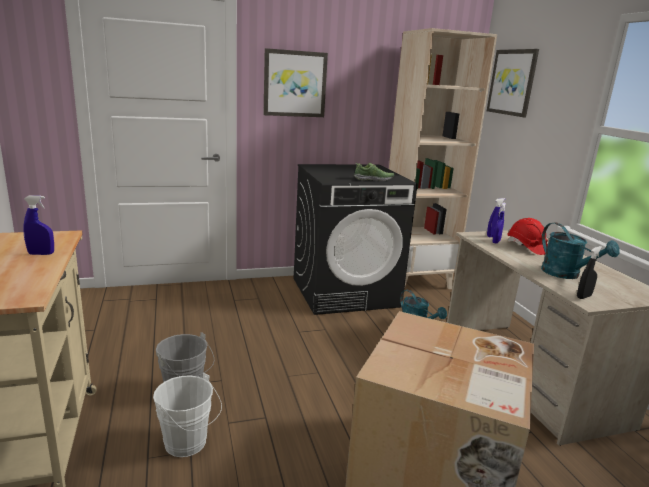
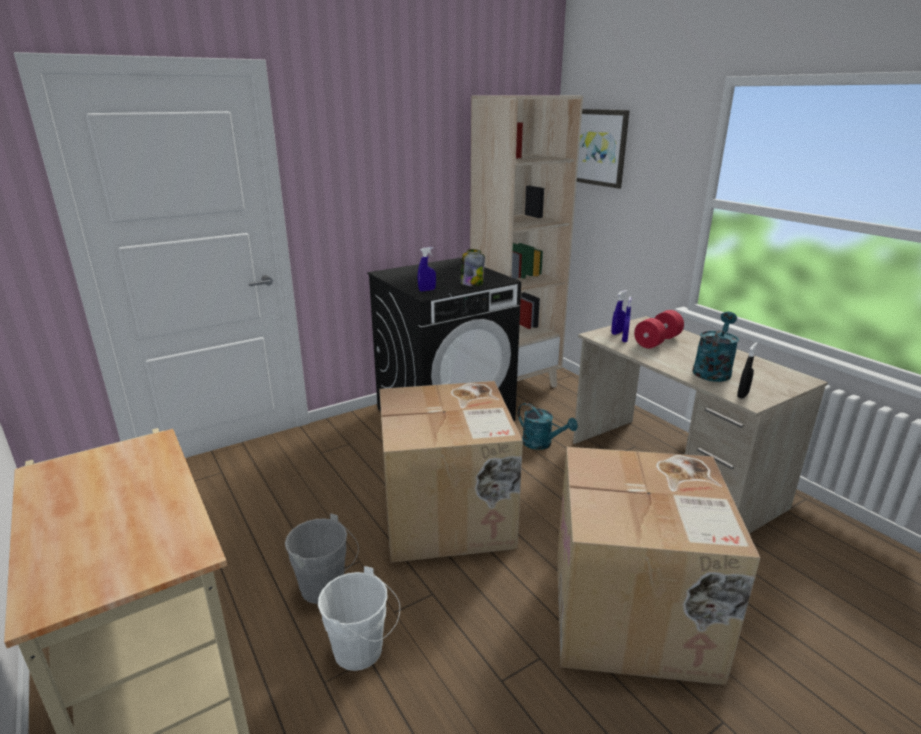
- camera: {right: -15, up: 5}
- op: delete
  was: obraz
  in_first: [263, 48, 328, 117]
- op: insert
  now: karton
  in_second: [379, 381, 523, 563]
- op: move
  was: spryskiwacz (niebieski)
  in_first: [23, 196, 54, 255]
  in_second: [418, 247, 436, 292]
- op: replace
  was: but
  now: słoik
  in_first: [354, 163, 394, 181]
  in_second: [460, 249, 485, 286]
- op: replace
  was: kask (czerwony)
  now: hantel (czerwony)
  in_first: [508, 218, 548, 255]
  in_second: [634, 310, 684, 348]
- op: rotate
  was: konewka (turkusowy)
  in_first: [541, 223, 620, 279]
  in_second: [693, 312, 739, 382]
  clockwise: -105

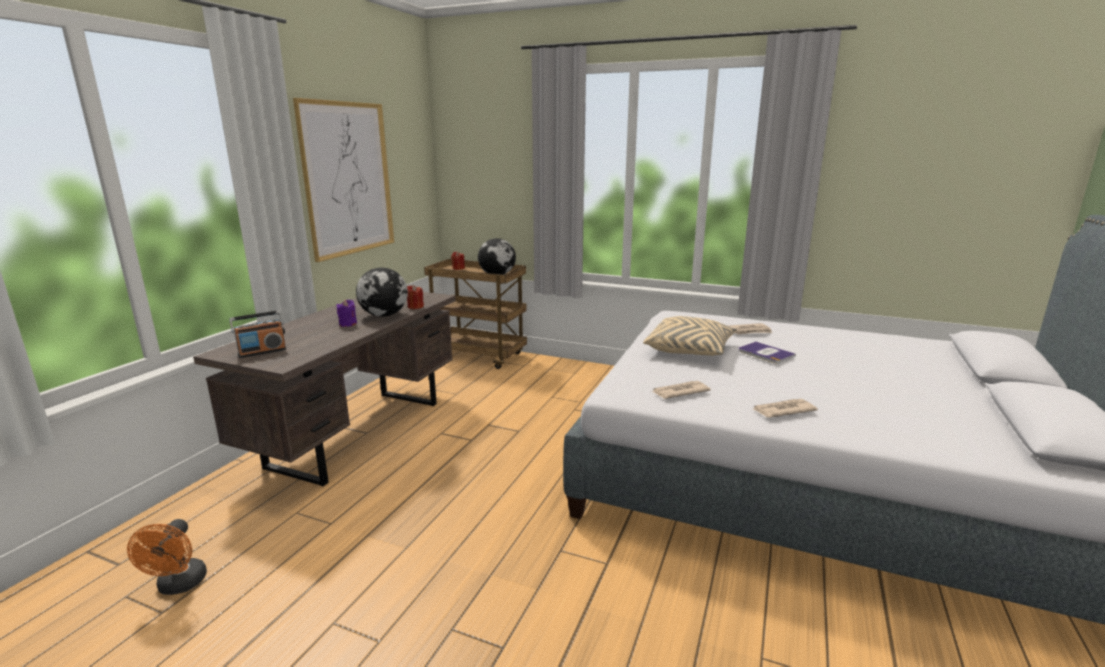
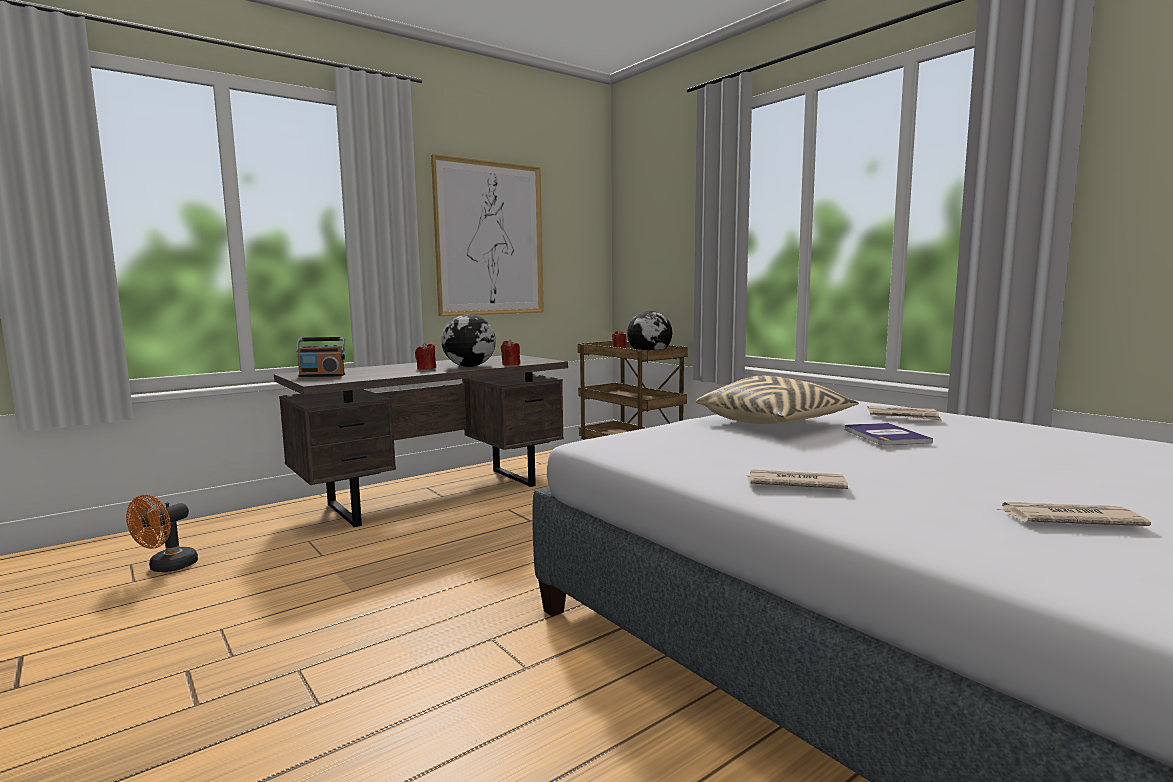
- camera: {right: 30, up: -10}
- op: move
  was: gazeta
  in_first: [652, 381, 711, 399]
  in_second: [997, 502, 1151, 526]
- op: recolor
  was: świeca (fioletowy)
  now: świeca (czerwony)
  in_first: [337, 300, 357, 327]
  in_second: [415, 342, 436, 370]

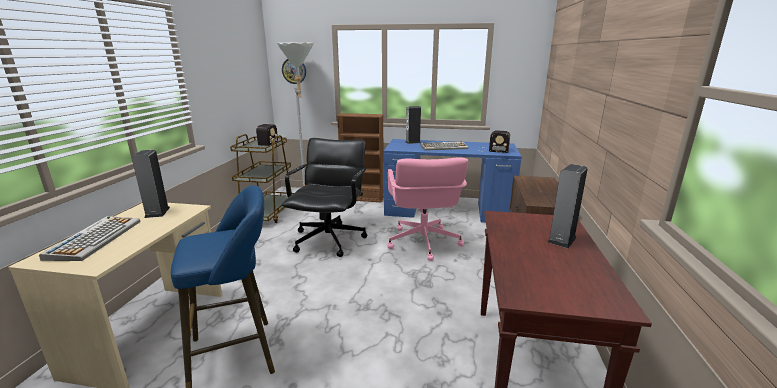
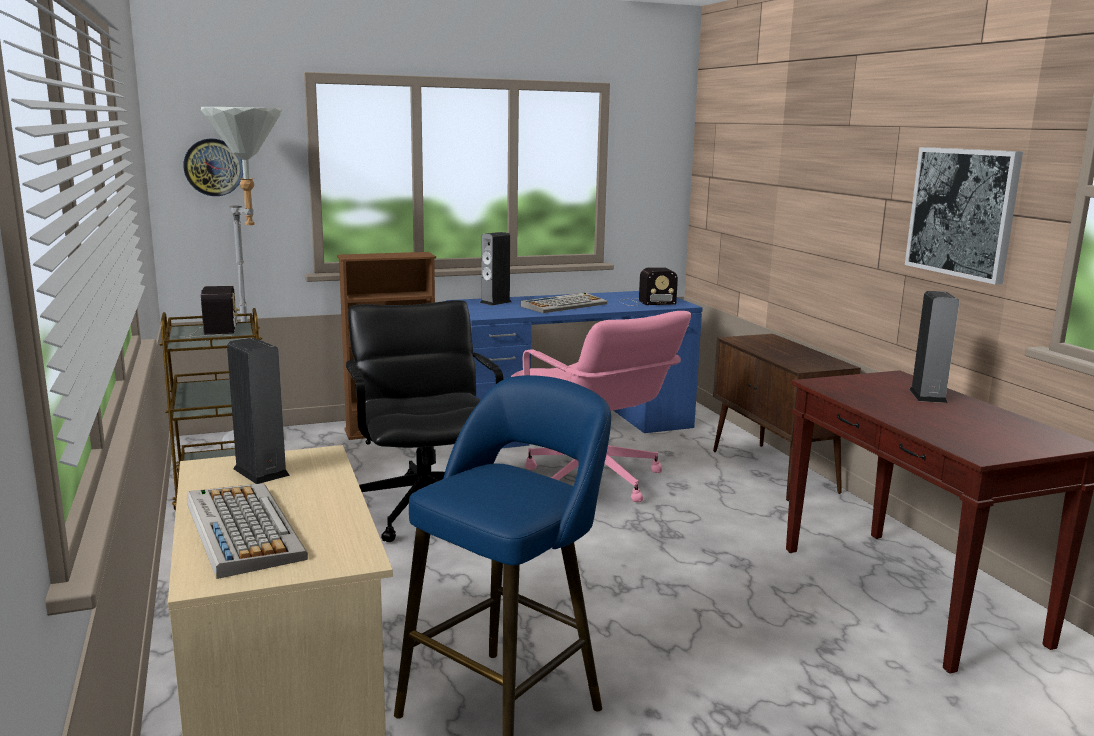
- camera: {right: -30, up: -5}
- op: insert
  now: obraz
  in_second: [905, 147, 1023, 285]

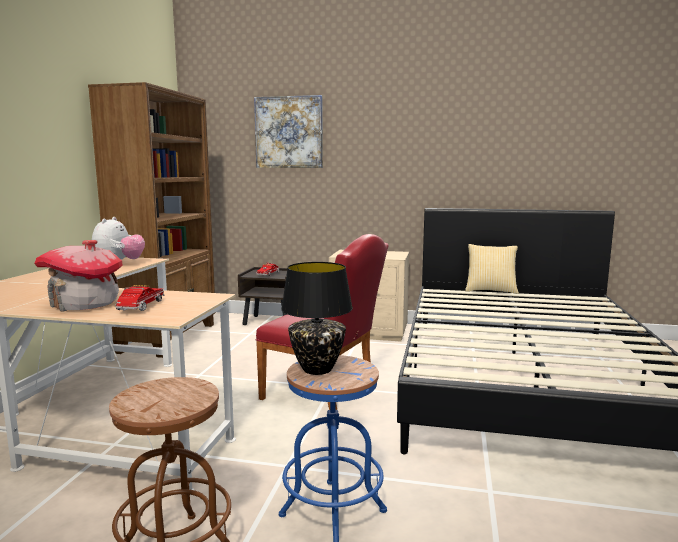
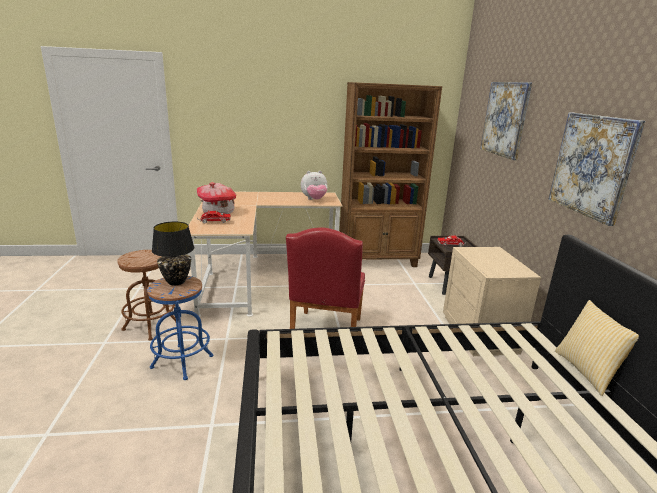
- camera: {right: 70, up: 10}
- op: insert
  now: obraz
  in_second: [549, 112, 645, 226]

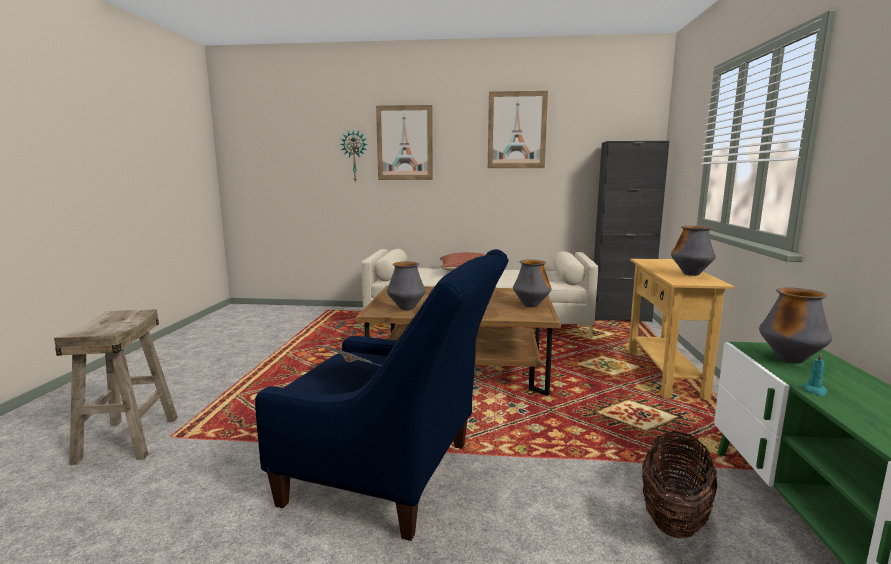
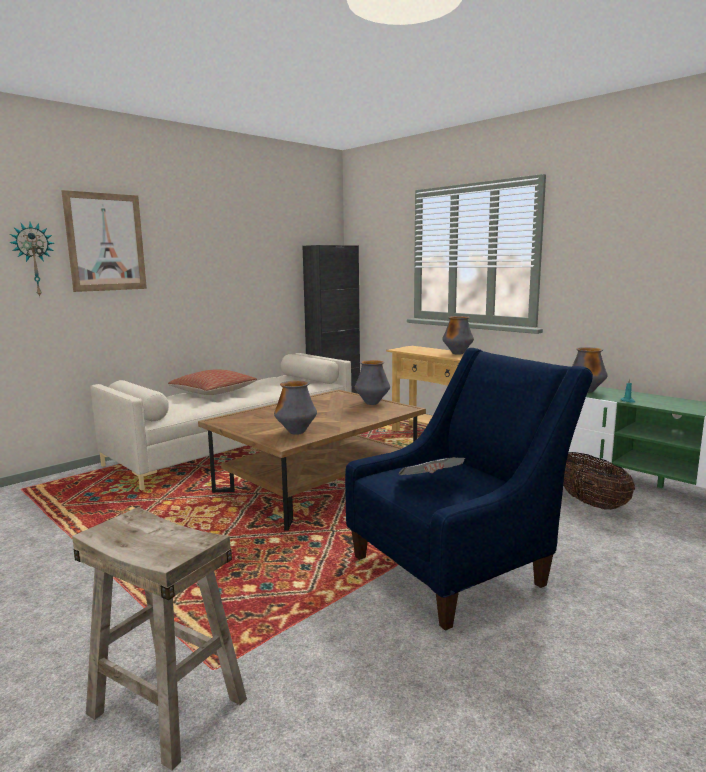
- camera: {right: -50, up: 0}
- op: delete
  was: obraz
  in_first: [488, 91, 548, 168]

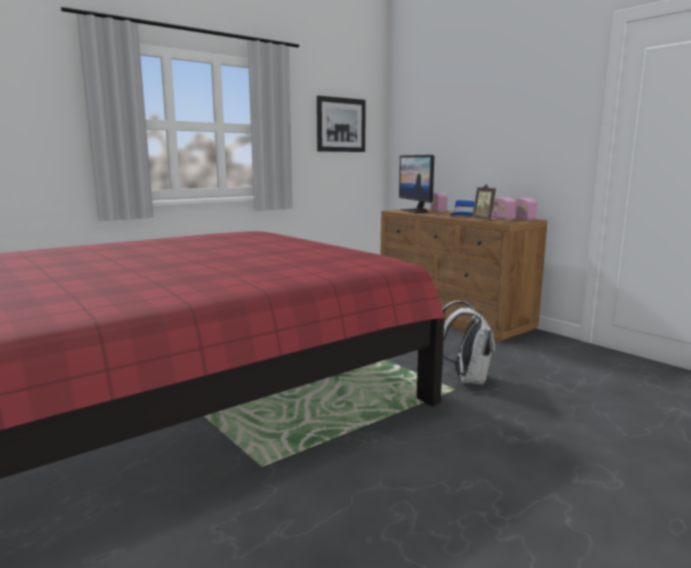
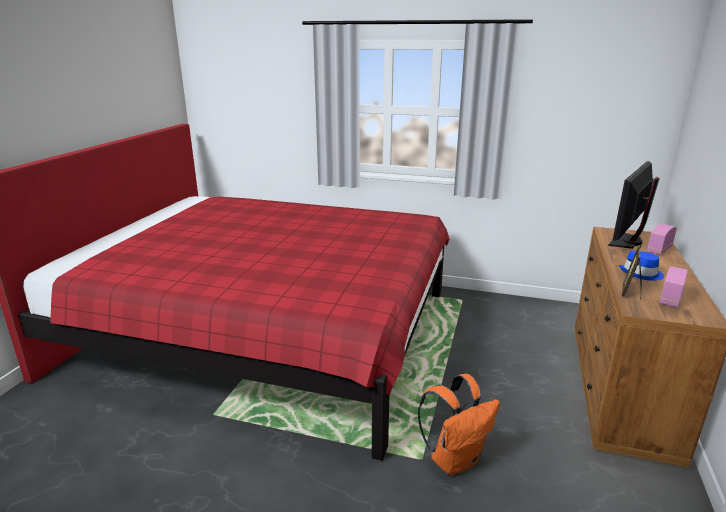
- camera: {right: 55, up: 10}
- op: delete
  was: obraz
  in_first: [317, 96, 366, 152]
- op: delete
  was: radio
  in_first: [514, 198, 537, 221]
- op: recolor
  was: plecak (biały)
  now: plecak (pomarańczowy)
  in_first: [442, 301, 495, 385]
  in_second: [418, 374, 500, 475]

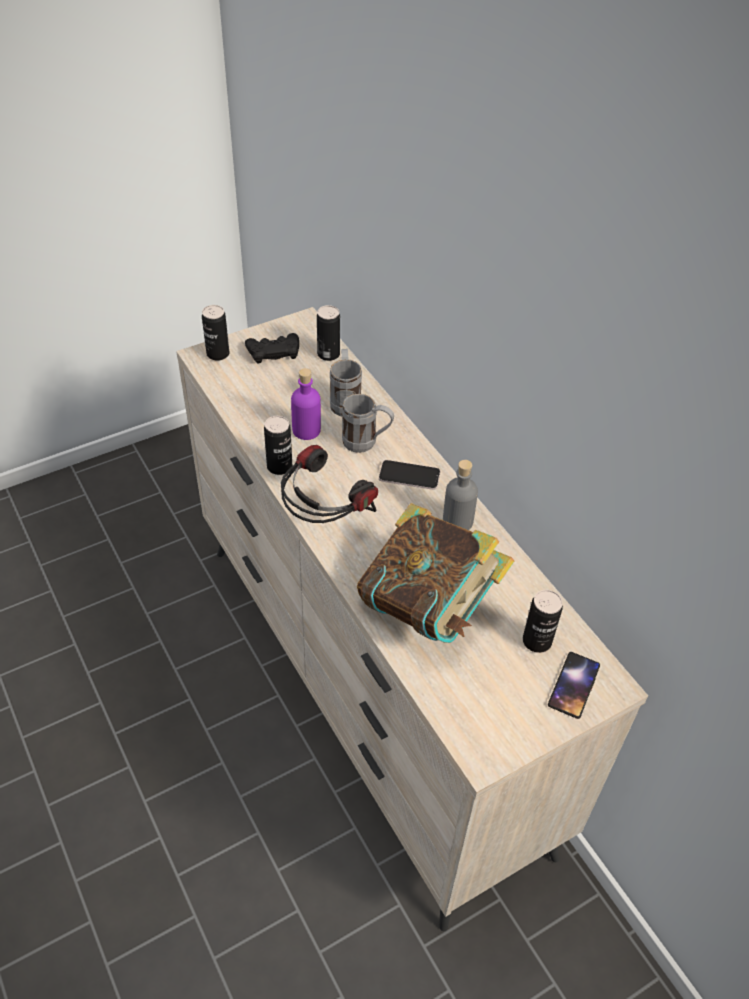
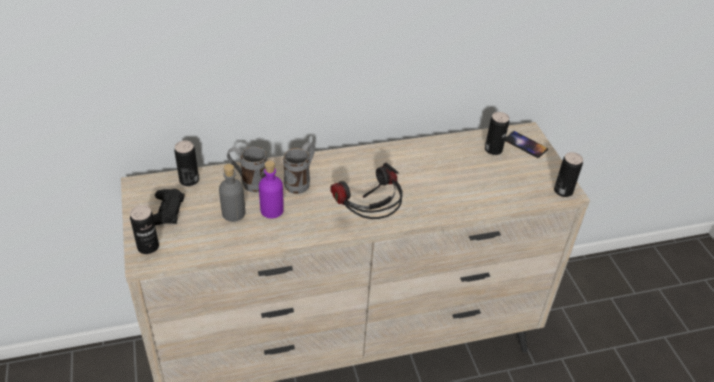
- camera: {right: -75, up: -5}
- op: delete
  was: książka
  in_first: [357, 503, 514, 643]
- op: delete
  was: telefon
  in_first: [379, 460, 440, 490]
- op: move
  was: puszka
  in_first: [264, 416, 292, 475]
  in_second: [554, 152, 583, 197]
- op: move
  was: butelka (szary)
  in_first: [443, 460, 478, 530]
  in_second: [219, 164, 245, 222]

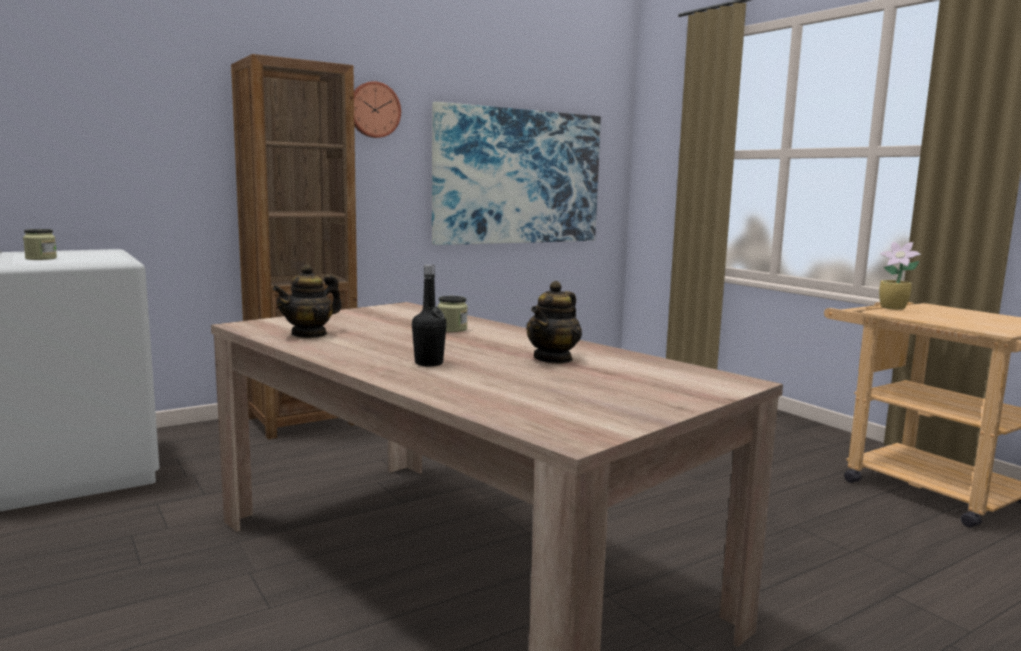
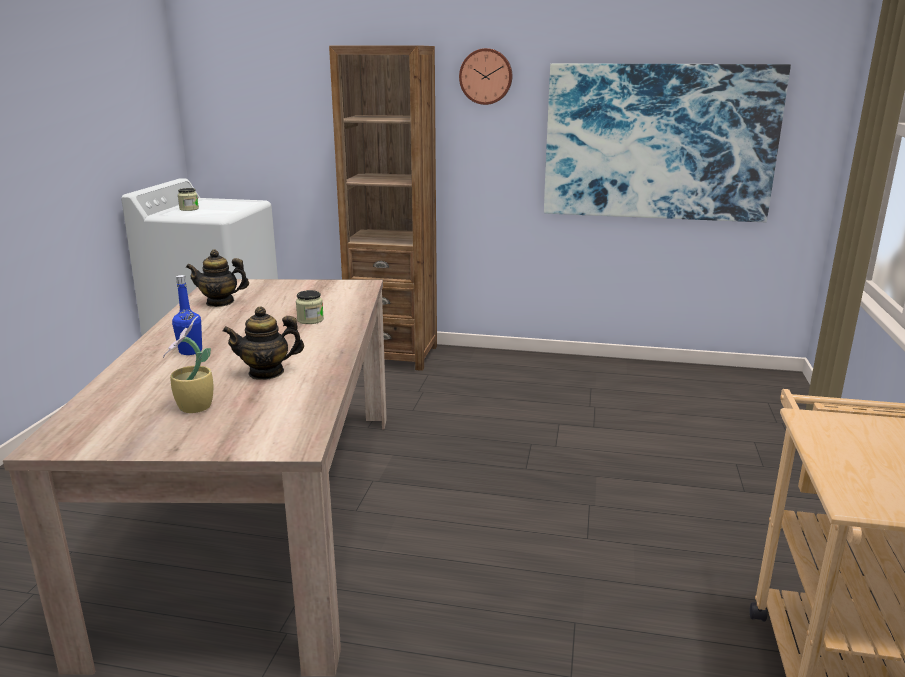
- camera: {right: 45, up: 10}
- op: move
  was: roślina doniczkowa
  in_first: [879, 242, 921, 310]
  in_second: [163, 316, 213, 413]
- op: recolor
  was: butelka (czarny)
  now: butelka (niebieski)
  in_first: [412, 264, 447, 367]
  in_second: [172, 275, 202, 355]

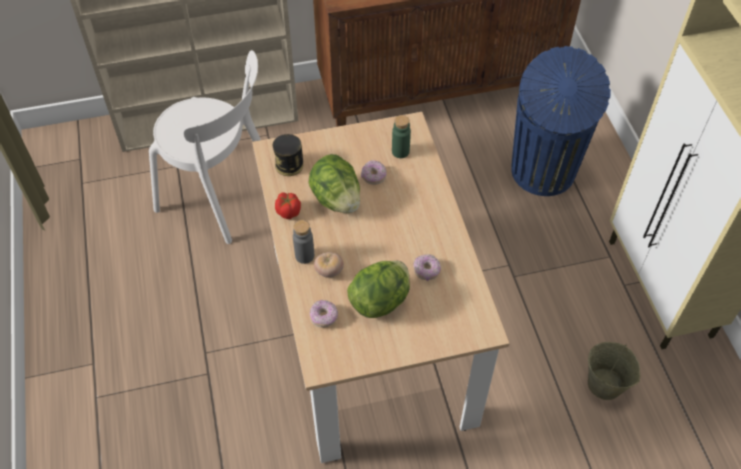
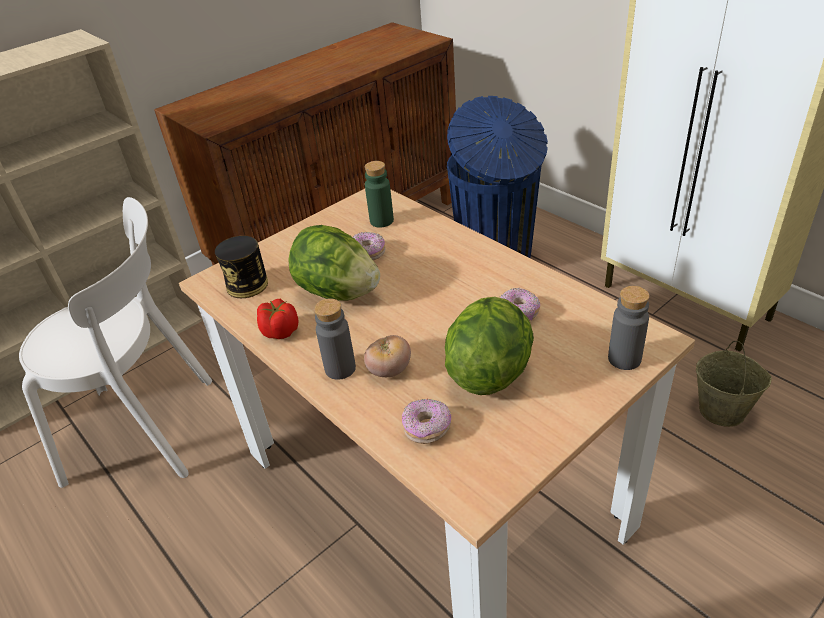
- camera: {right: -25, up: -15}
- op: insert
  now: butelka (szary)
  in_second: [608, 286, 650, 370]

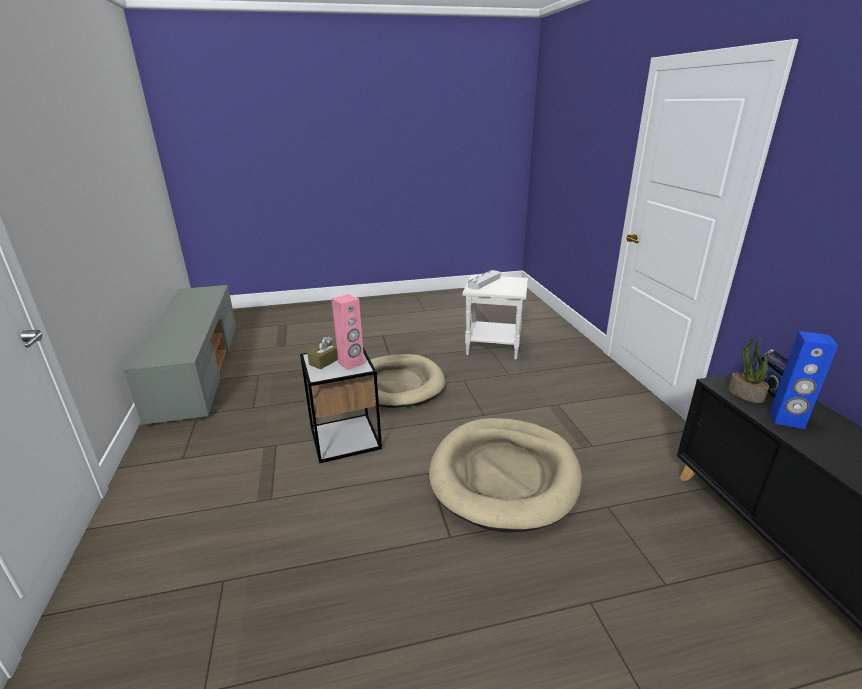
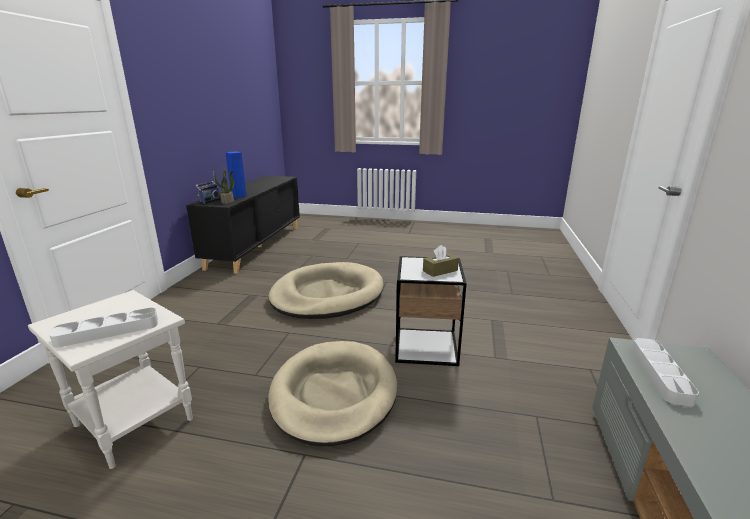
- camera: {right: -155, up: -5}
- op: delete
  was: głośnik (różowy)
  in_first: [332, 294, 364, 370]
- op: insert
  now: taca (szary)
  in_second: [632, 338, 699, 406]

